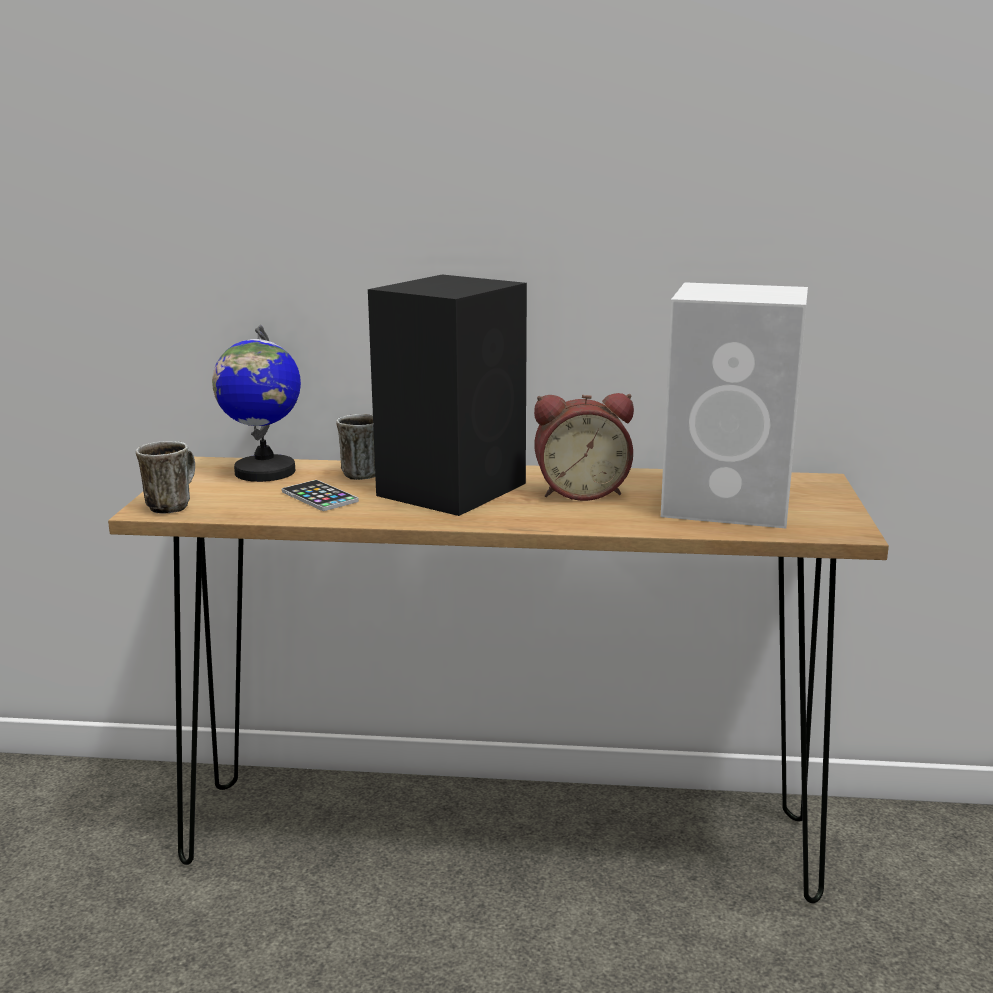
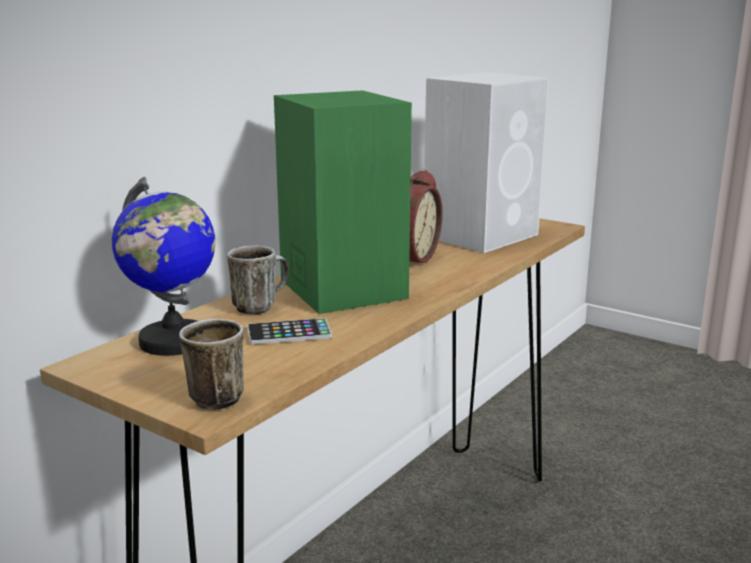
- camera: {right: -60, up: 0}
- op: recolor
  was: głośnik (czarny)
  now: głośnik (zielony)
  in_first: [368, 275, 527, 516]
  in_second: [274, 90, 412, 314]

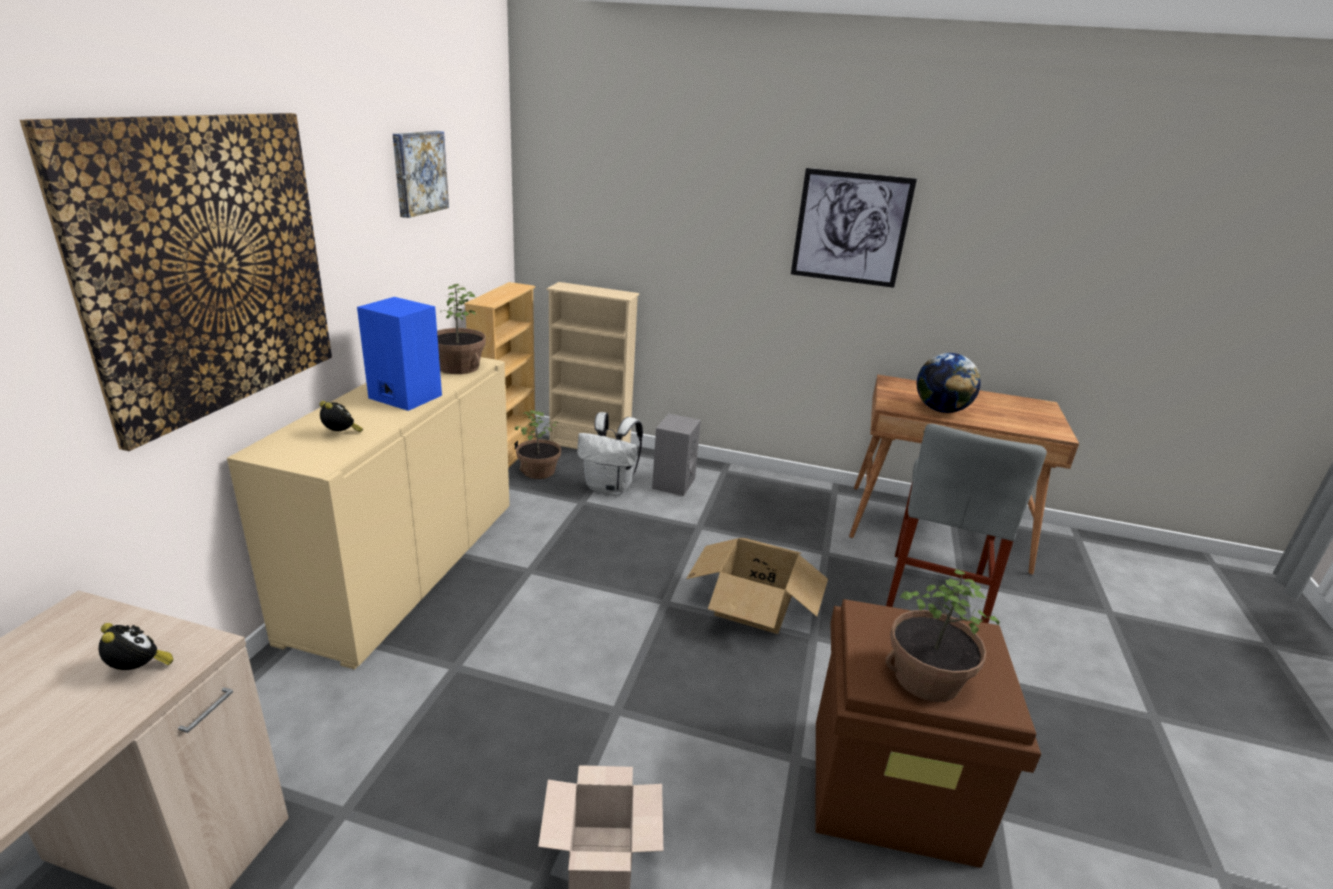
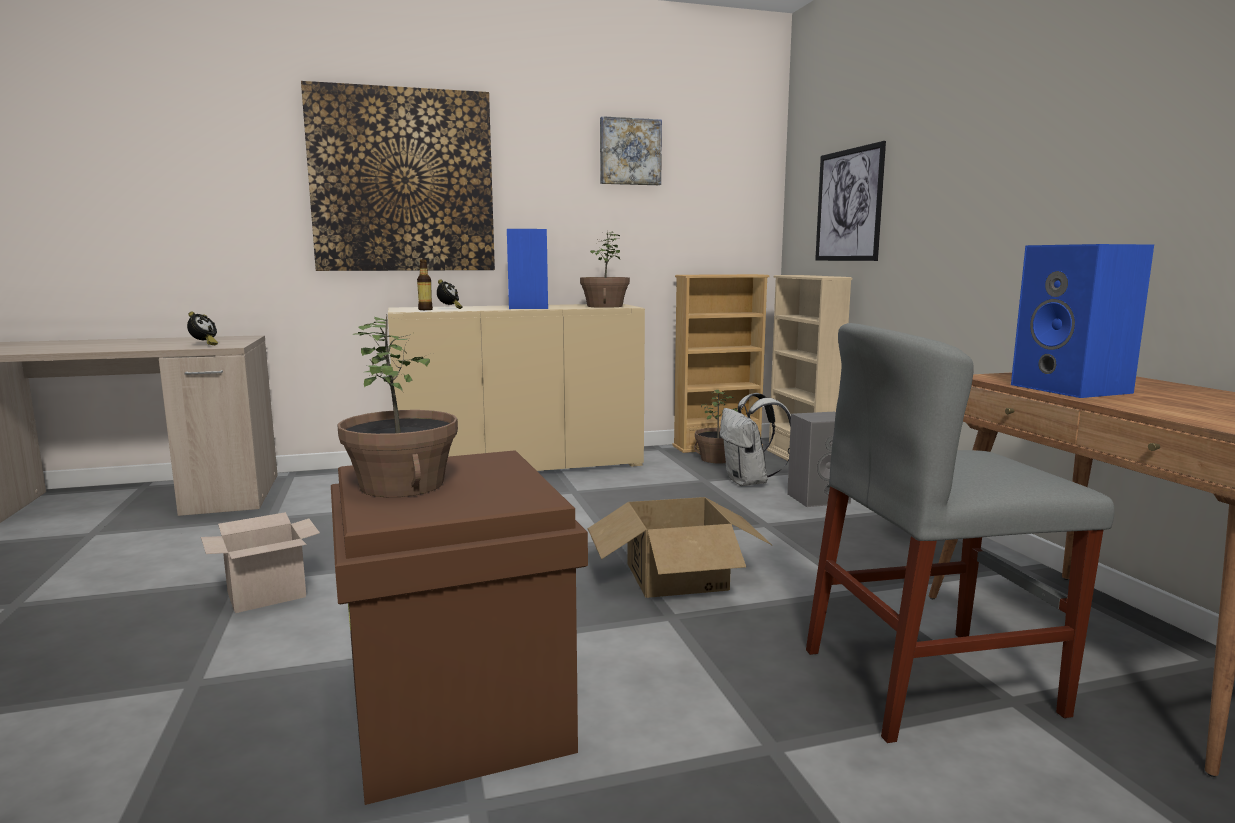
- camera: {right: 60, up: -15}
- op: insert
  now: butelka
  in_second: [417, 259, 433, 310]
- op: move
  was: obraz
  in_first: [791, 168, 917, 288]
  in_second: [815, 141, 886, 261]
- op: replace
  was: globus
  now: głośnik (niebieski)
  in_first: [917, 353, 981, 413]
  in_second: [1011, 244, 1154, 398]

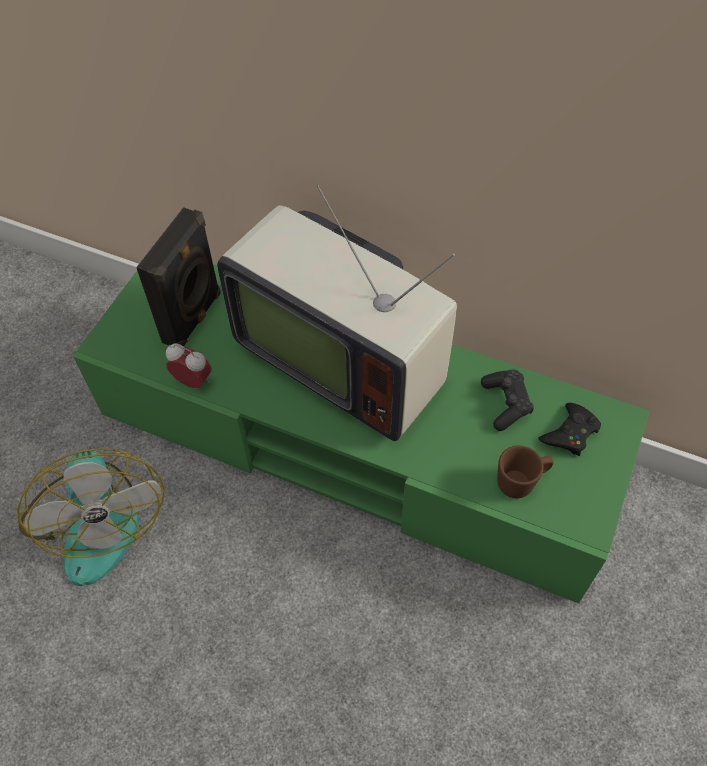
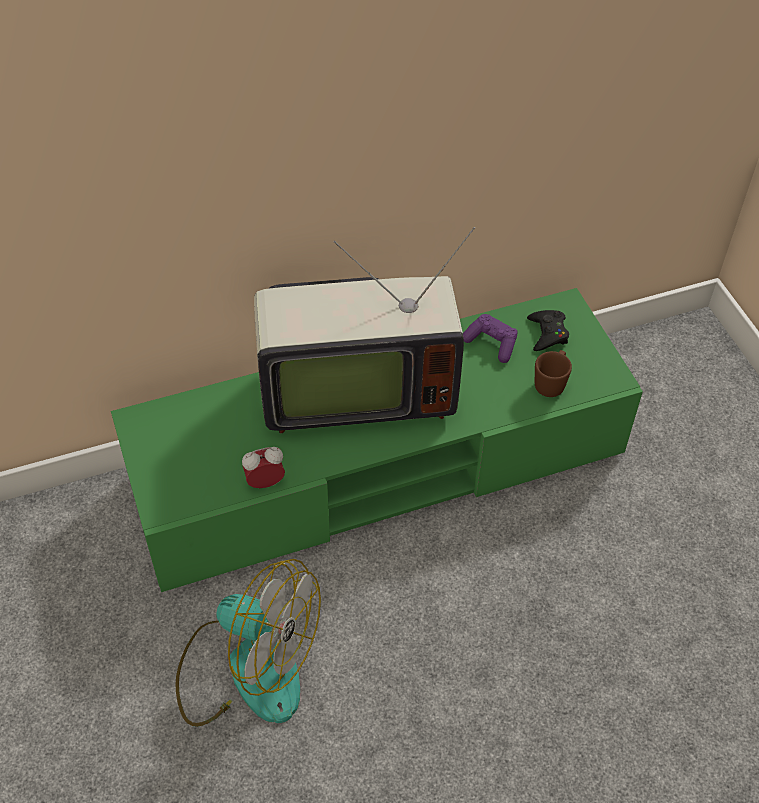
- camera: {right: -45, up: -5}
- op: delete
  was: głośnik (czarny)
  in_first: [136, 207, 221, 347]
- op: recolor
  was: pad do gier (czarny)
  now: pad do gier (fioletowy)
  in_first: [481, 369, 534, 431]
  in_second: [463, 314, 518, 363]

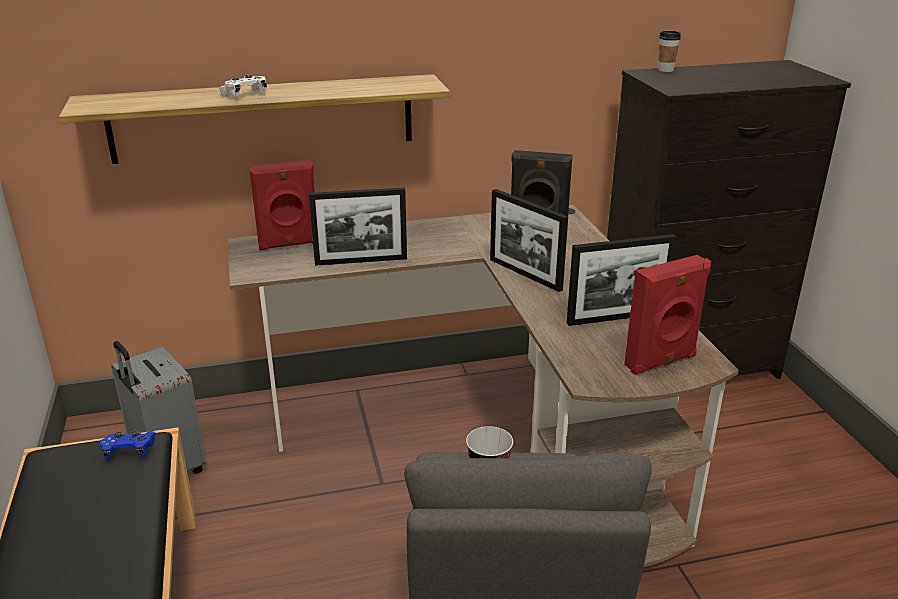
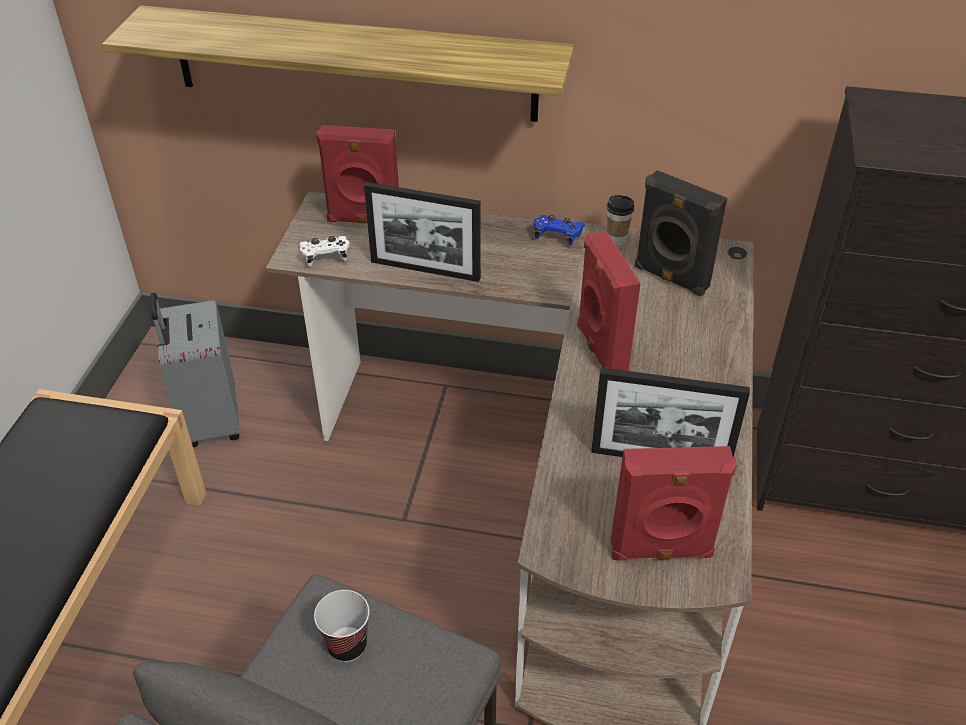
- camera: {right: 25, up: 15}
- op: move
  was: pad do gier (niebieski)
  in_first: [100, 431, 156, 460]
  in_second: [534, 215, 585, 245]
- op: move
  was: pad do gier (biały)
  in_first: [218, 75, 267, 97]
  in_second: [299, 236, 350, 266]
- op: move
  was: filiżanka
  in_first: [658, 31, 681, 72]
  in_second: [607, 195, 634, 246]
- op: replace
  was: ramka na zdjęcie
  now: głośnik (czerwony)
  in_first: [490, 189, 568, 292]
  in_second: [577, 232, 641, 371]

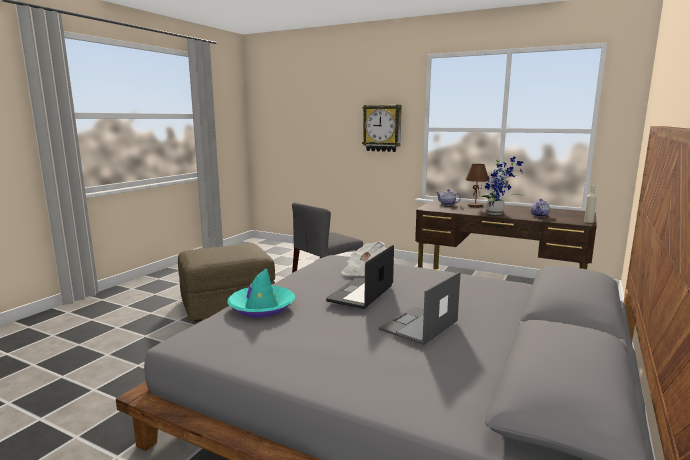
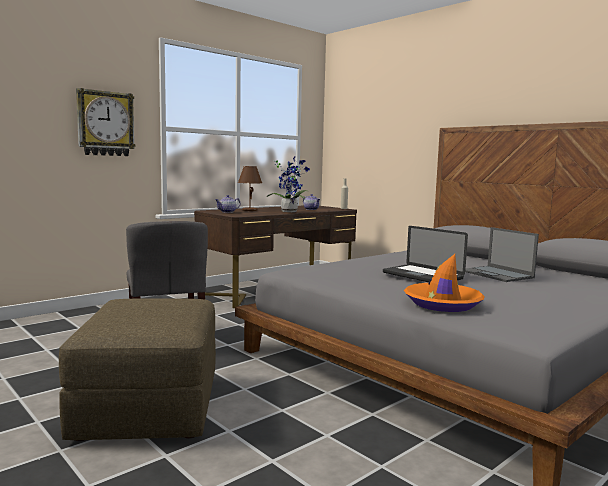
- camera: {right: -70, up: -5}
- op: delete
  was: gazeta
  in_first: [341, 242, 386, 276]
- op: recolor
  was: kapelusz (turkusowy)
  now: kapelusz (pomarańczowy)
  in_first: [227, 268, 295, 317]
  in_second: [404, 254, 485, 312]

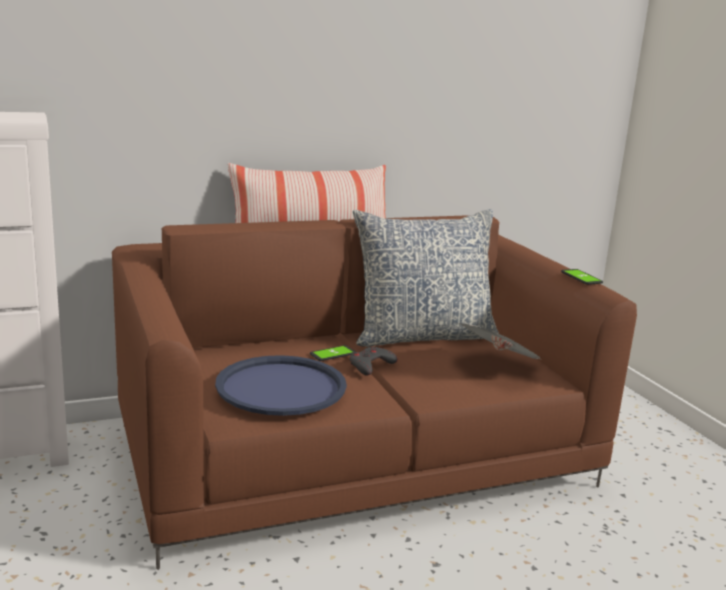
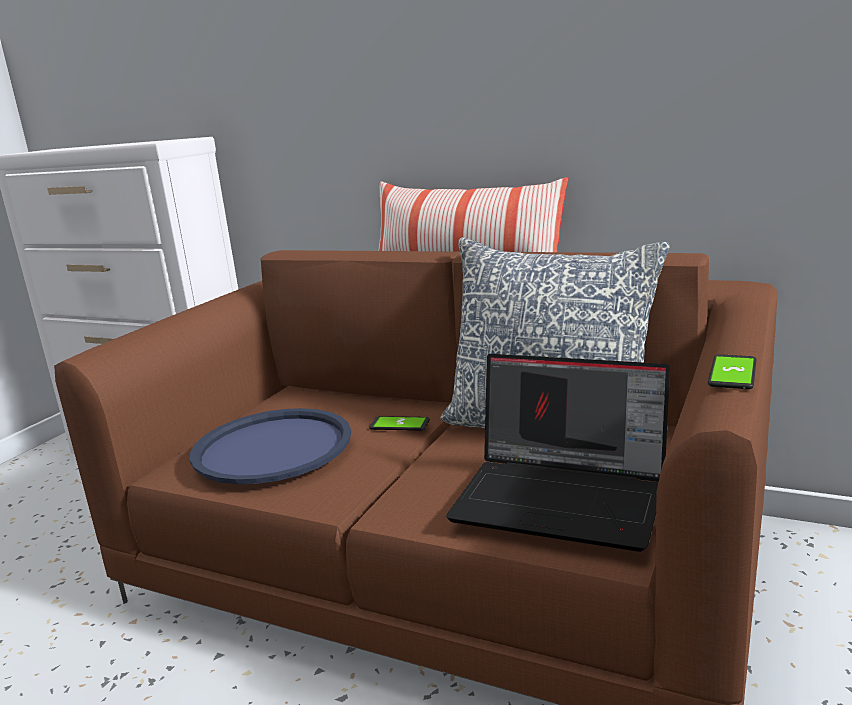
- camera: {right: 50, up: 0}
- op: delete
  was: pad do gier (szary)
  in_first: [350, 347, 398, 376]
- op: replace
  was: gazeta
  now: laptop
  in_first: [458, 323, 540, 359]
  in_second: [446, 354, 670, 552]

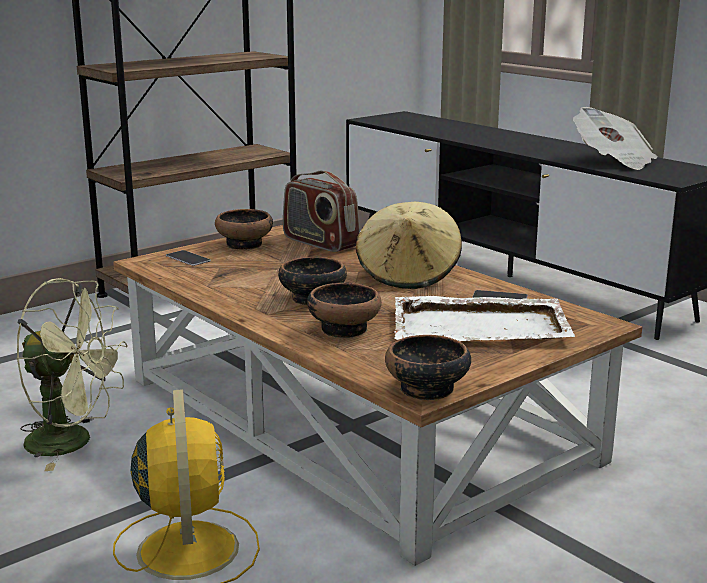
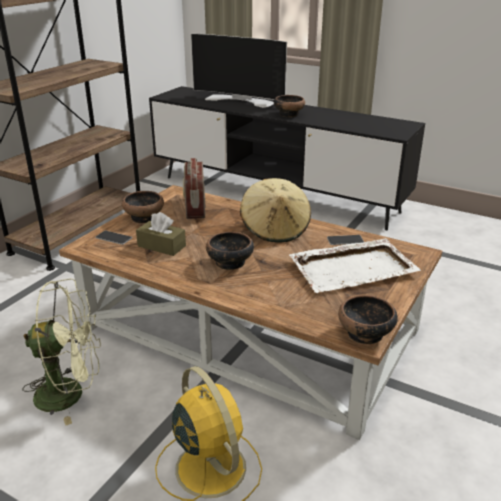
- camera: {right: -20, up: 10}
- op: delete
  was: gazeta
  in_first: [573, 107, 657, 170]
- op: insert
  now: pudełko chusteczek (brązowy)
  in_second: [136, 212, 186, 256]
- op: insert
  now: telewizor
  in_second: [191, 34, 287, 108]
- op: move
  was: miska
  in_first: [307, 283, 382, 338]
  in_second: [274, 95, 305, 117]
- op: rotate
  was: radio
  in_first: [283, 171, 360, 252]
  in_second: [183, 158, 206, 219]
  clockwise: 60

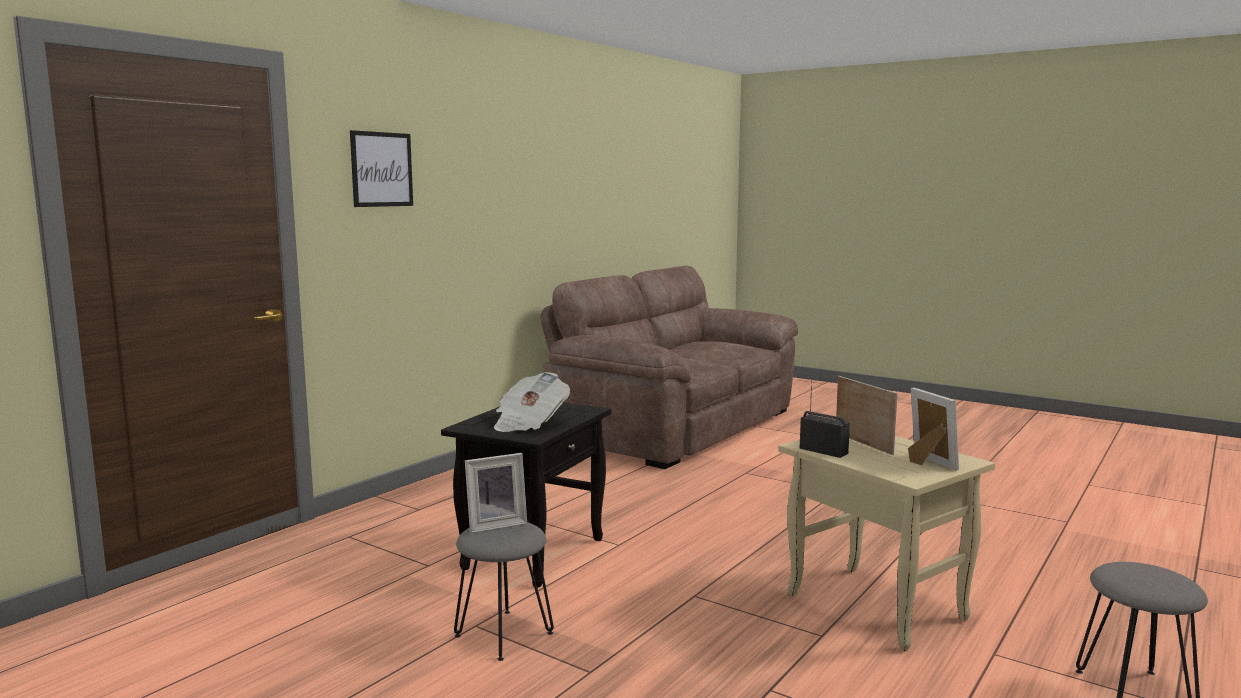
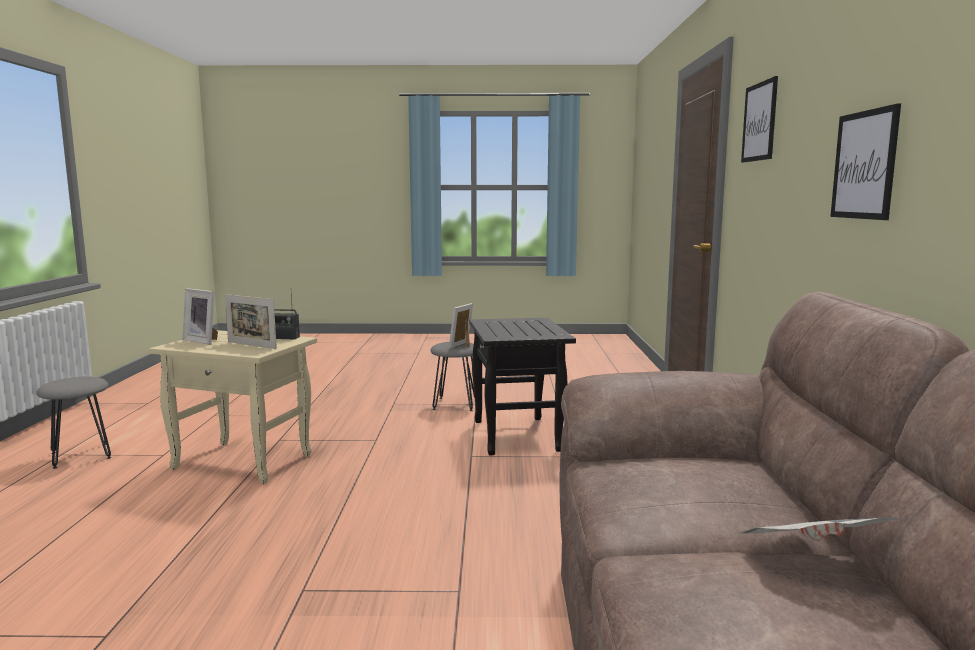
- camera: {right: 145, up: 0}
- op: insert
  now: obraz
  in_second: [830, 104, 901, 220]
- op: move
  was: gazeta
  in_first: [494, 372, 570, 432]
  in_second: [740, 518, 899, 541]

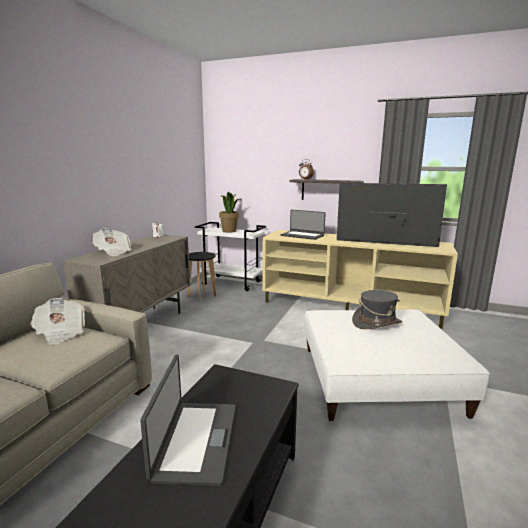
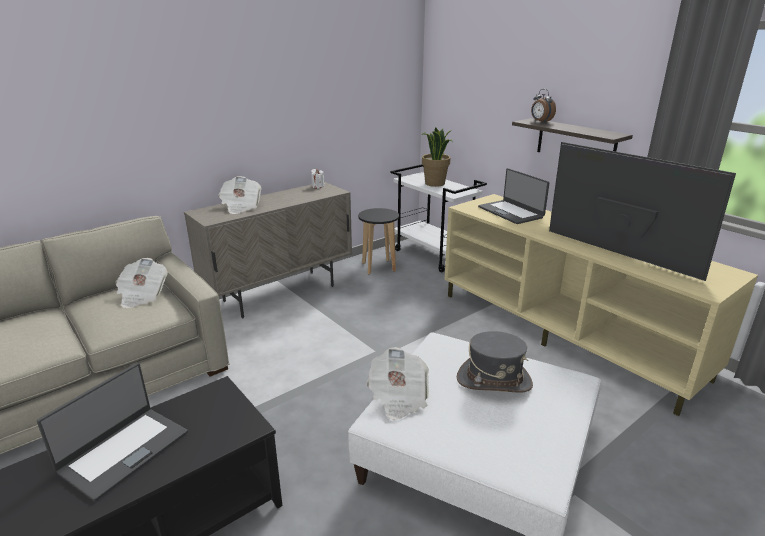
- camera: {right: 30, up: 10}
- op: insert
  now: gazeta
  in_second: [367, 347, 429, 420]

